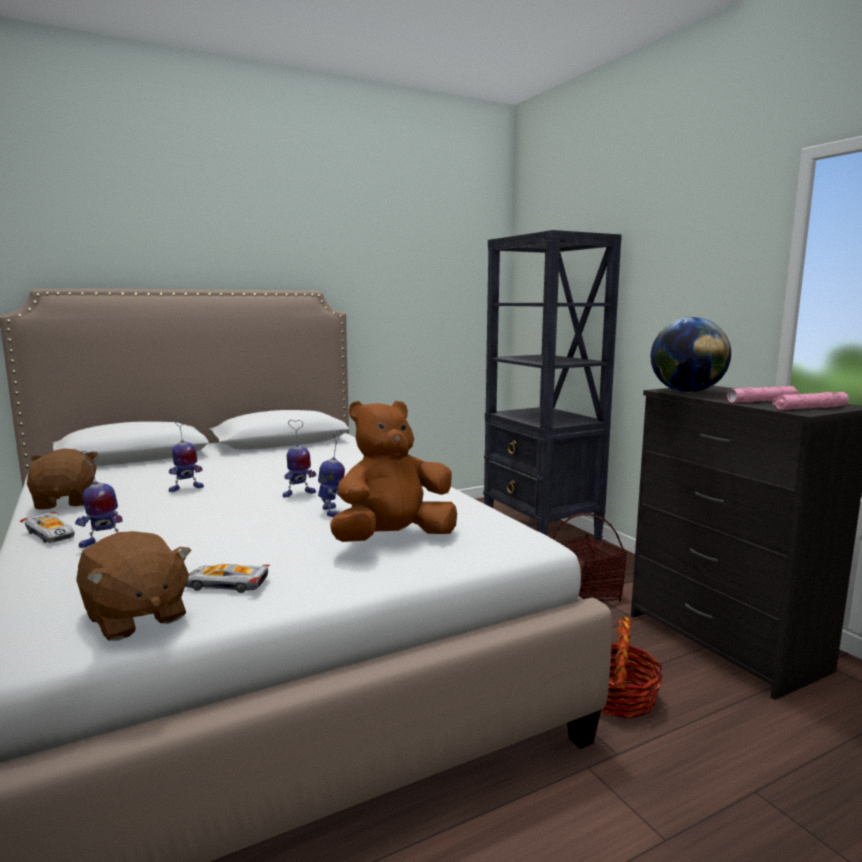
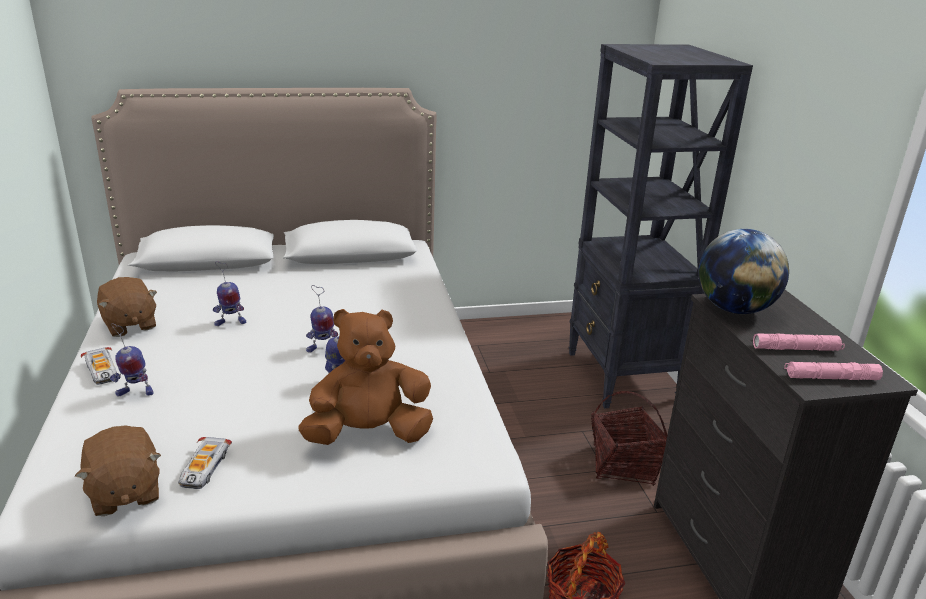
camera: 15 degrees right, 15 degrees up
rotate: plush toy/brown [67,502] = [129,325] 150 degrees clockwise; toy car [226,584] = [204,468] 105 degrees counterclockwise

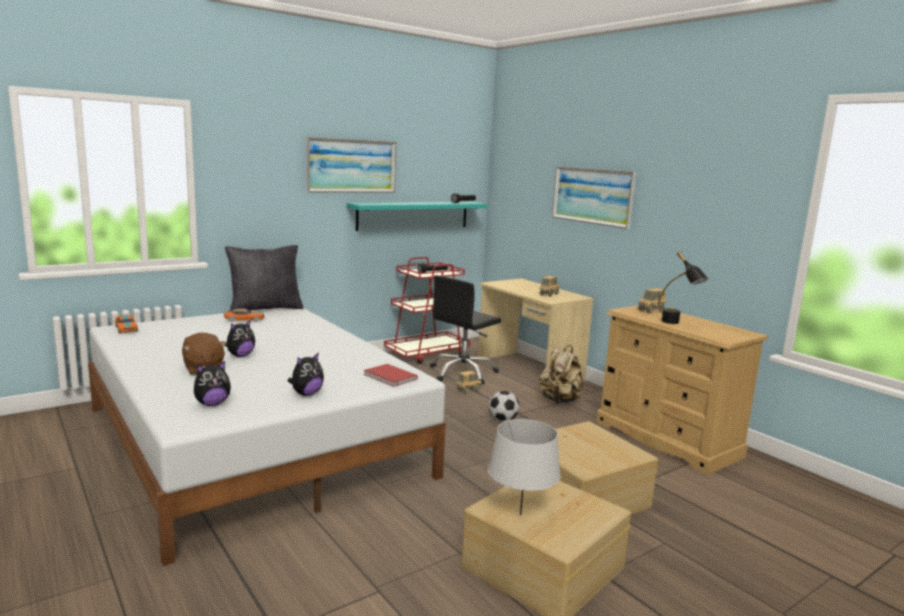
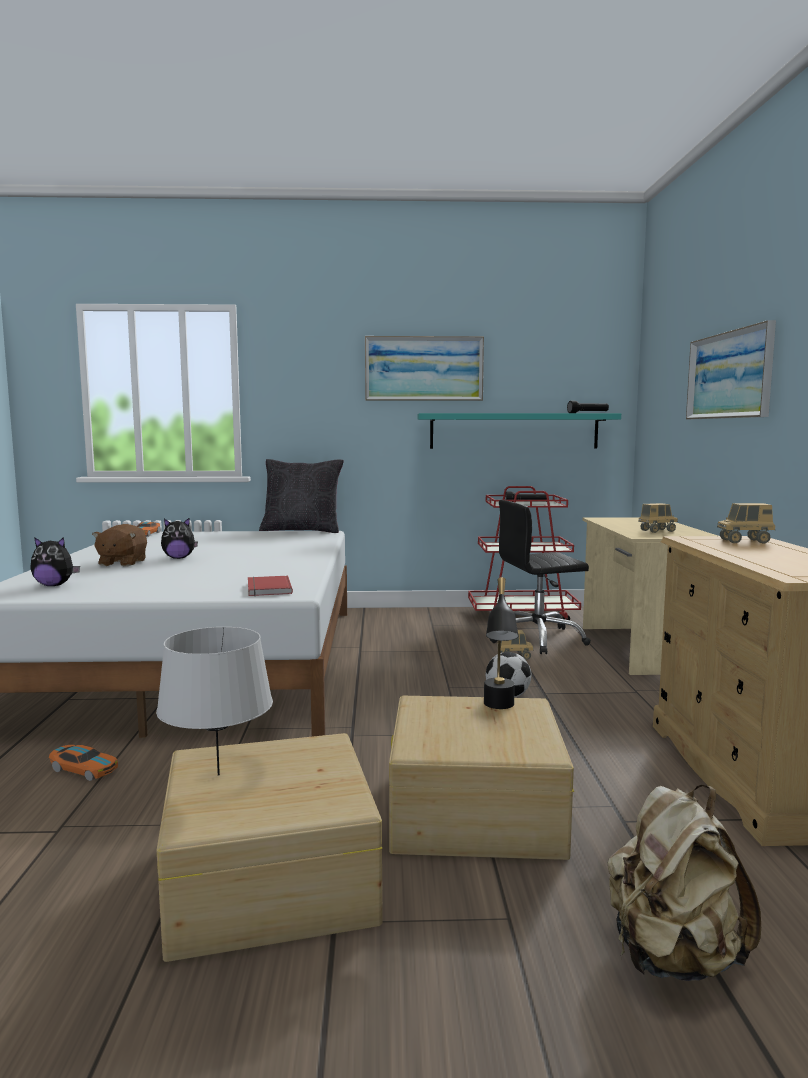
camera: 35 degrees right, 5 degrees down
delete: plush toy [306,394]
move: toy car [244,319] to [84,769]; backpack/beige [559,401] to [672,957]; table lamp/black [676,323] to [499,709]

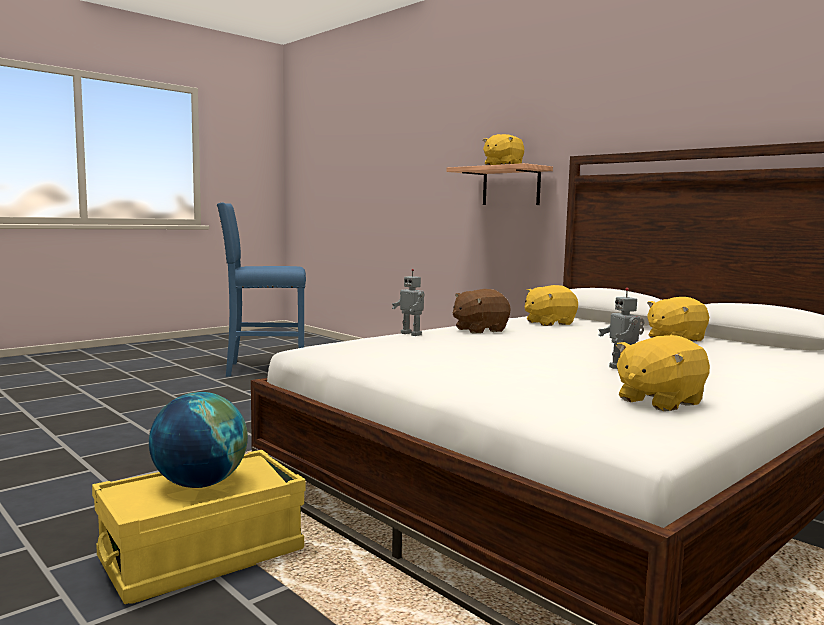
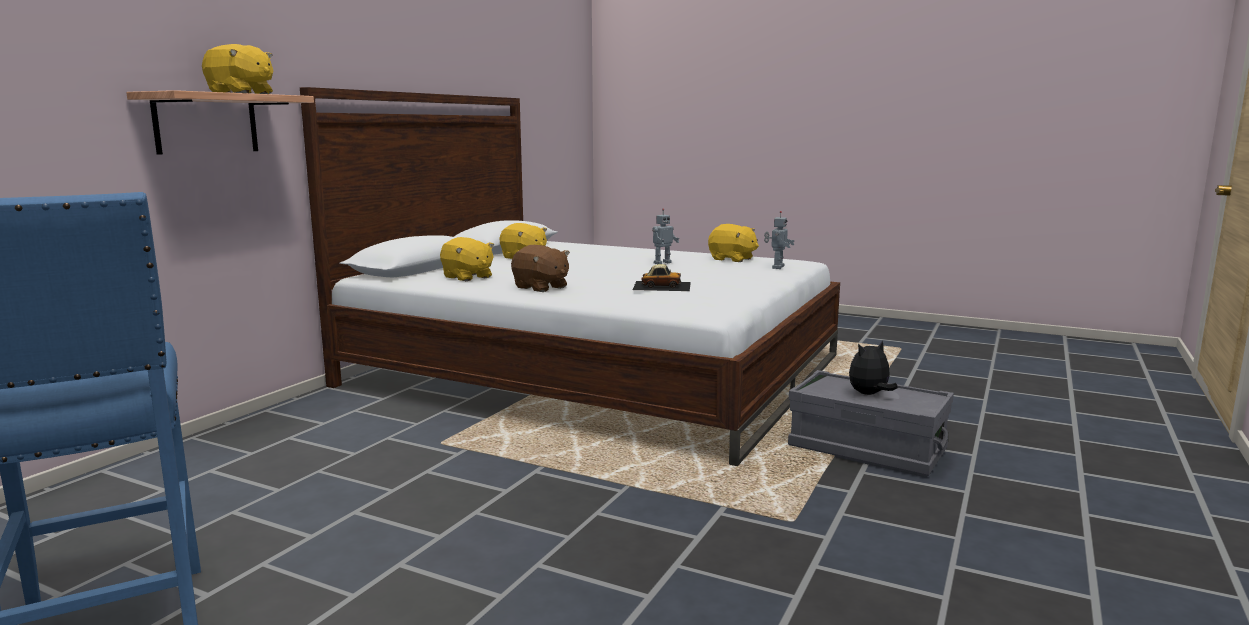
camera: 110 degrees left, 5 degrees up
insert: toy car [661,285]
move: toy robot [412,334] to [777,267]
replace: globe [200,484] to plush toy [869,394]
recolor: storage box/yellow [202,556] to storage box/grey [866,449]

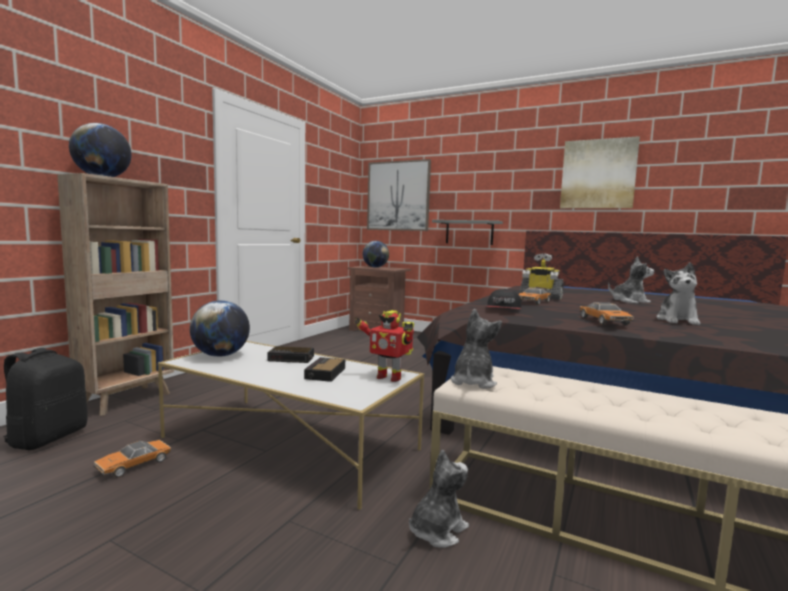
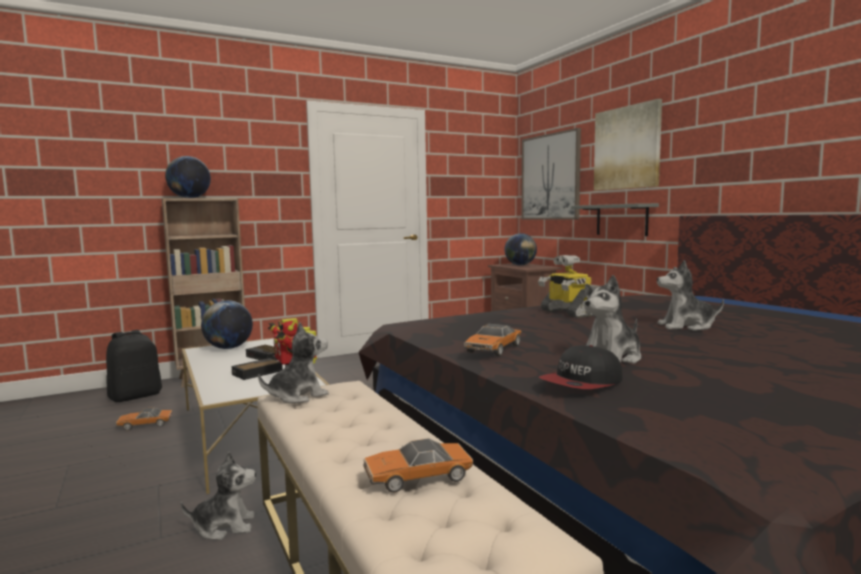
camera: 35 degrees right, 0 degrees up
move: cap [503,309] to [582,383]; toy car [533,302] to [417,476]; picture [598,174] to [627,148]
rotate: plush toy [629,301] = [686,326] 150 degrees clockwise

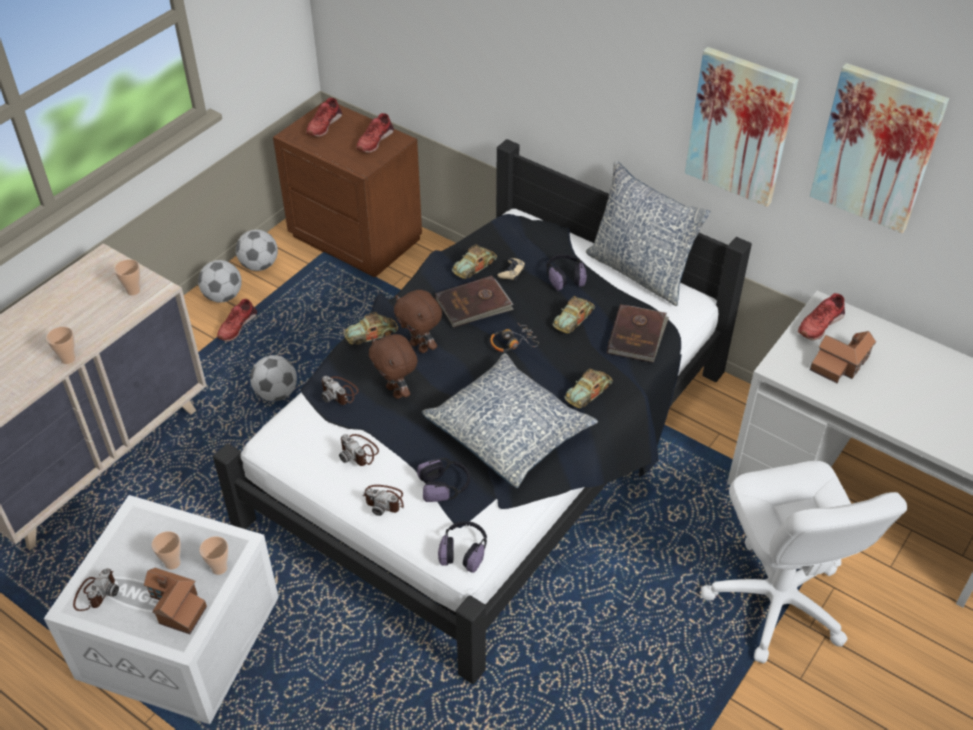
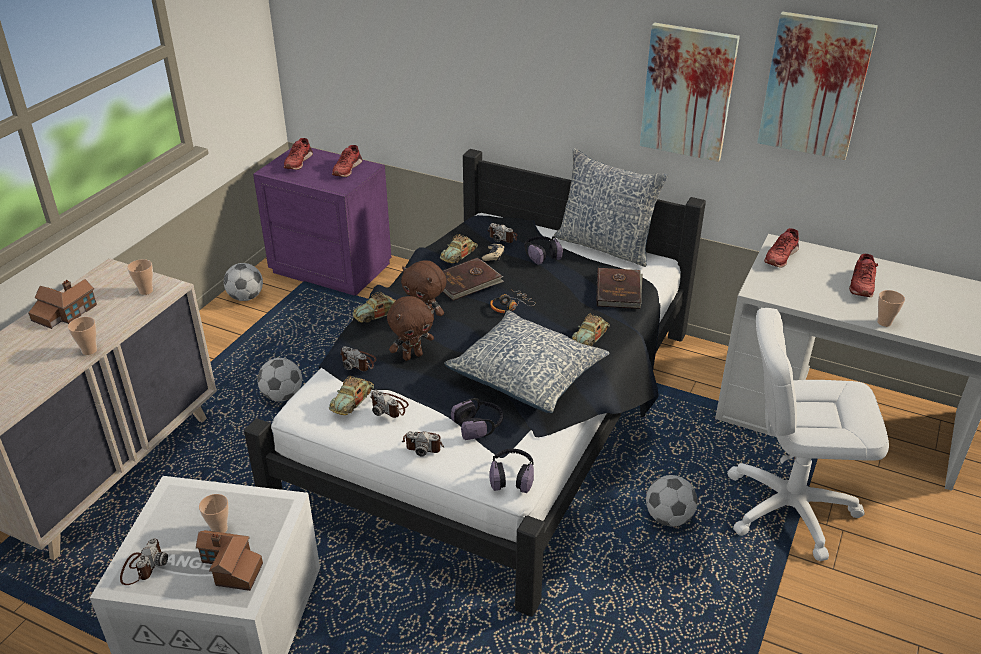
camera: 10 degrees left, 10 degrees down
insert: photo camera [503,237]
move: football [223,296] to [668,517]; cup [219,568] to [884,322]; shoe/red [237,326] to [861,284]; toy car [573,318] to [352,400]; toy house [840,363] to [64,313]
recolor: nightstand/brown [357,237] to nightstand/purple [332,268]
rotate: plush toy/brown [396,391] = [412,356] 75 degrees counterclockwise; office chair/white [776,601] = [789,508] 120 degrees clockwise

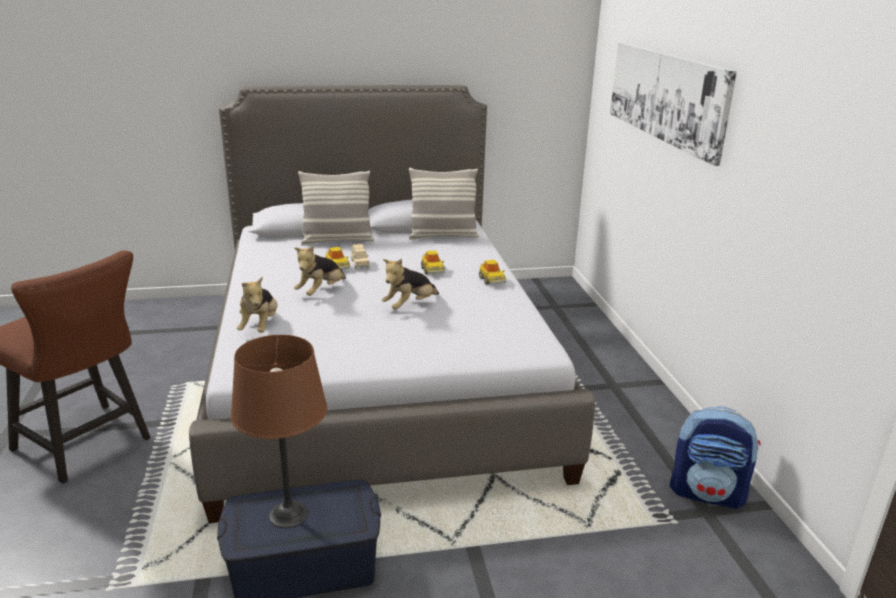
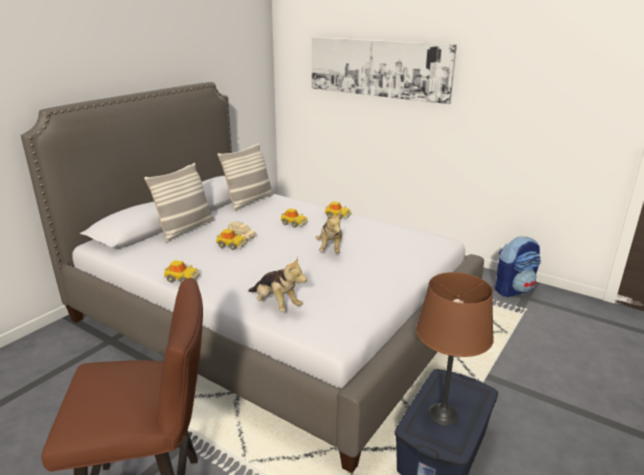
camera: 45 degrees left, 0 degrees up
delete: plush toy [321,291]
insert: toy car [182,279]

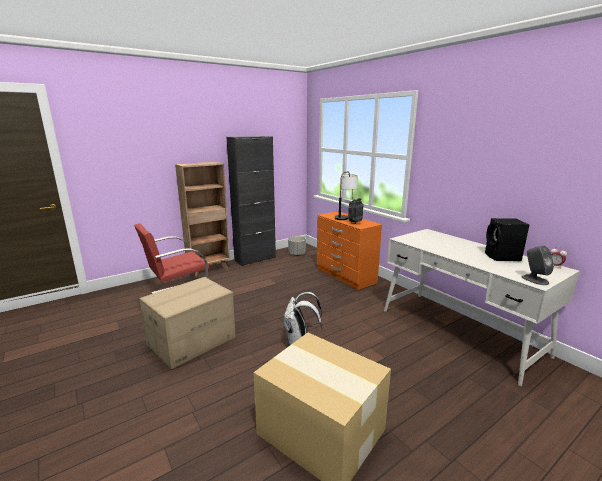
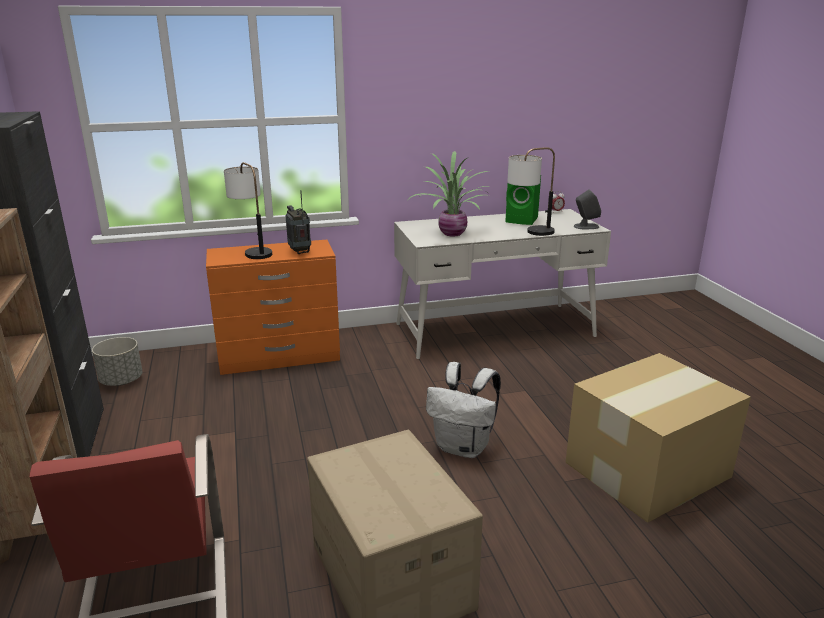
camera: 70 degrees left, 5 degrees up
insert: potted plant [452,233]; table lamp [528,233]
recolor: speaker/black [502,257] to speaker/green [523,220]

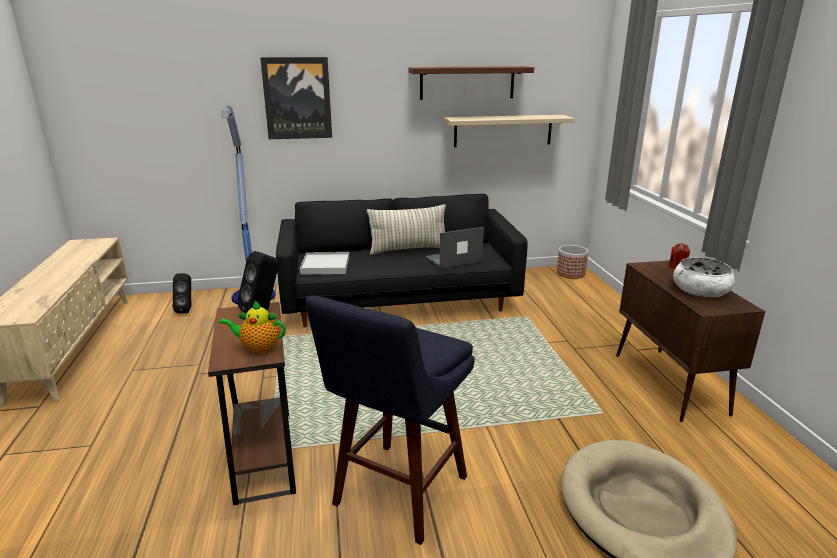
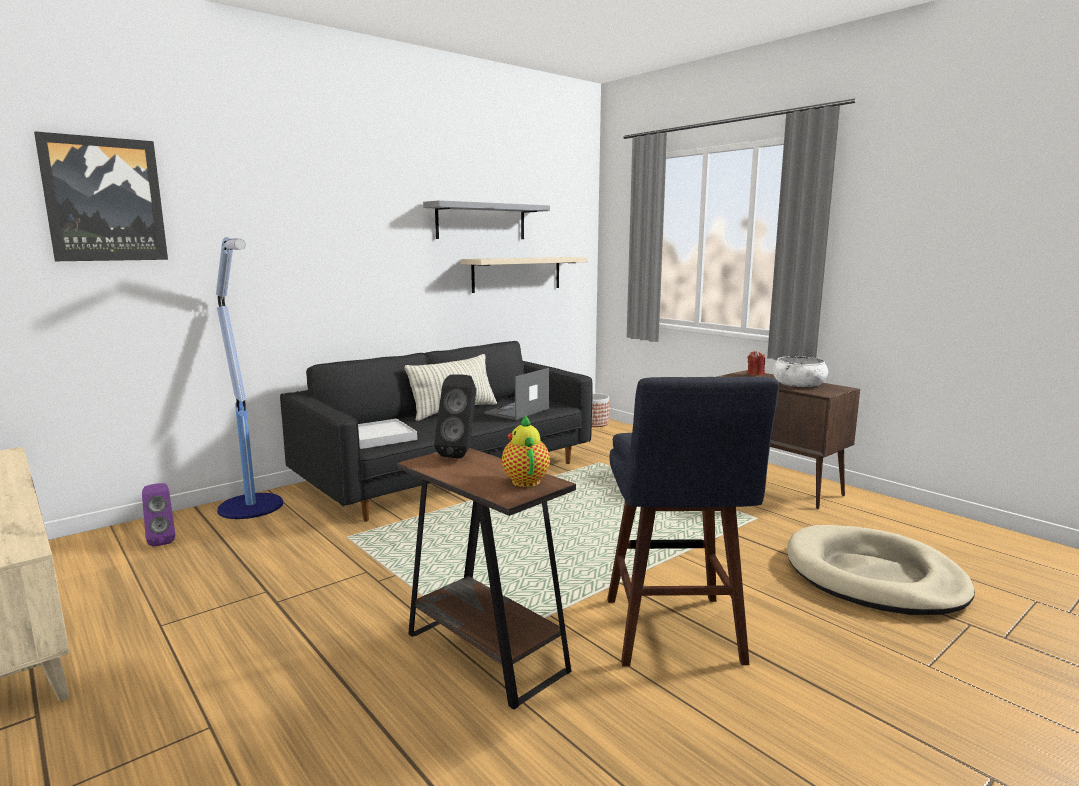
camera: 30 degrees left, 10 degrees down
move: picture [297,98] to [104,200]
recolor: speaker/black [187,310] to speaker/purple [162,541]; shelf/brown [467,83] to shelf/grey [481,221]
rotate: teapot [258,348] = [525,480] 105 degrees clockwise

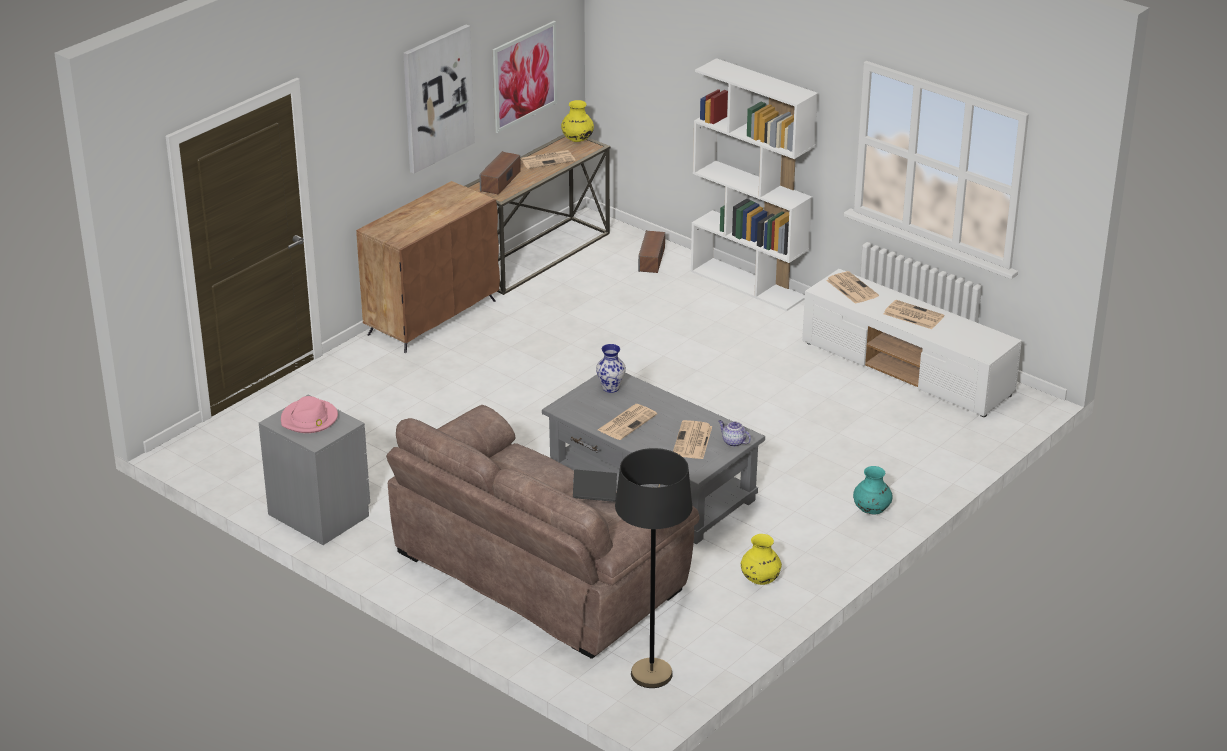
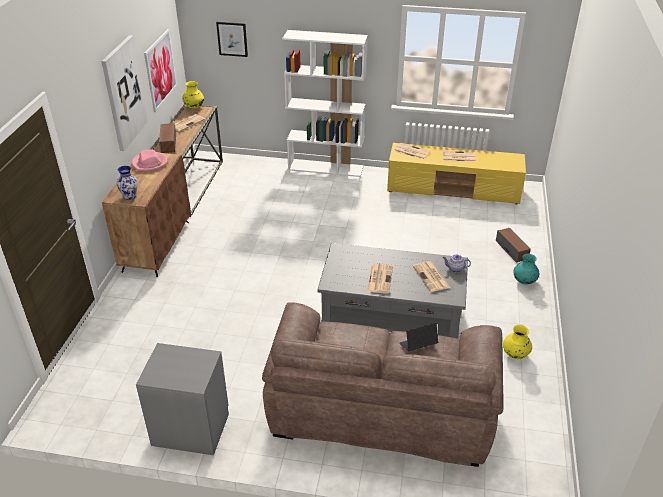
camera: 30 degrees left, 5 degrees up
delete: floor lamp/black [651,674]
insert: picture [232,39]
move: hat/pink [309,419] to [150,163]; vase [611,388] to [130,196]; speaker [652,259] to [512,250]
recolor: tv stand/white [908,369] to tv stand/yellow [454,189]

